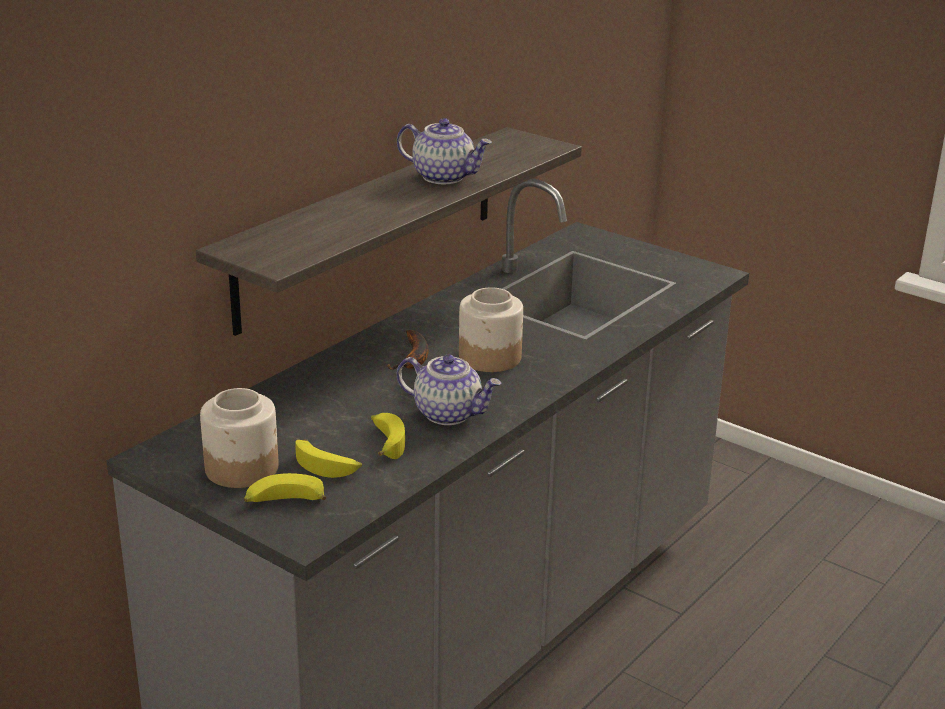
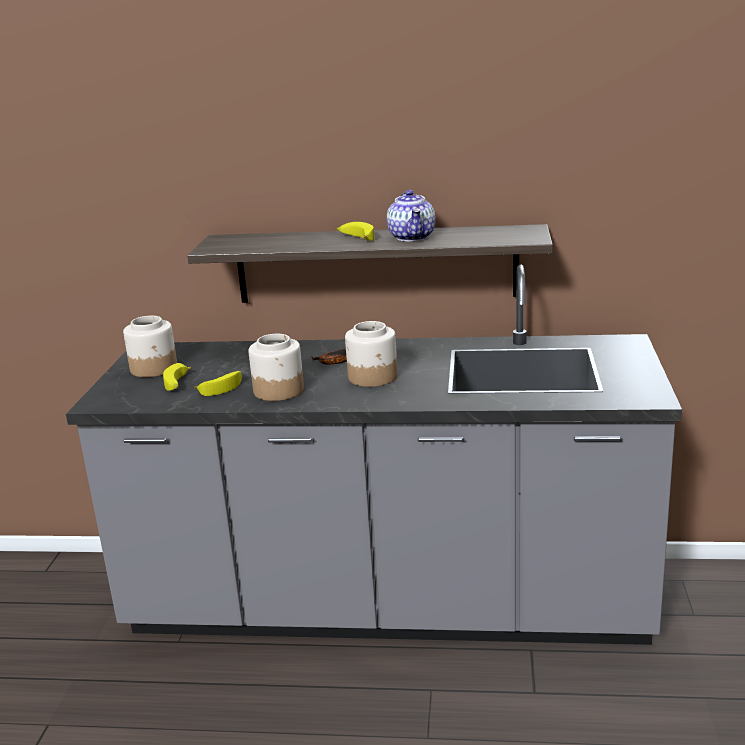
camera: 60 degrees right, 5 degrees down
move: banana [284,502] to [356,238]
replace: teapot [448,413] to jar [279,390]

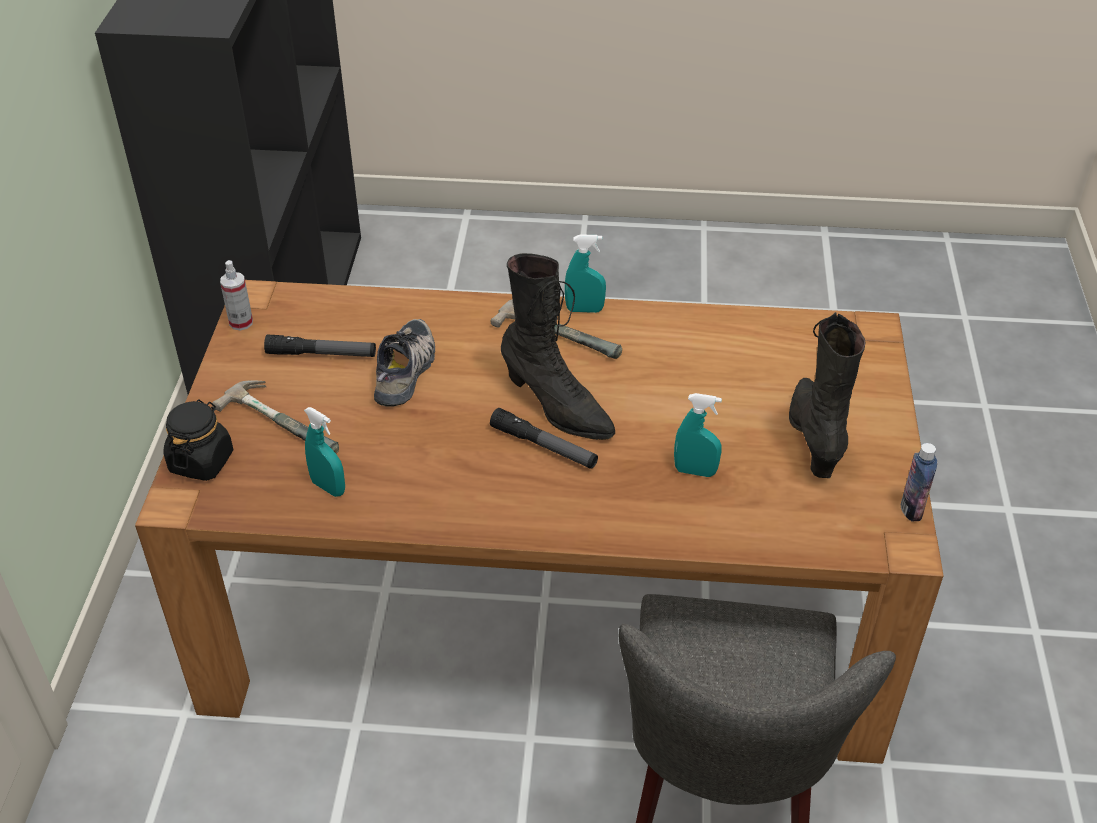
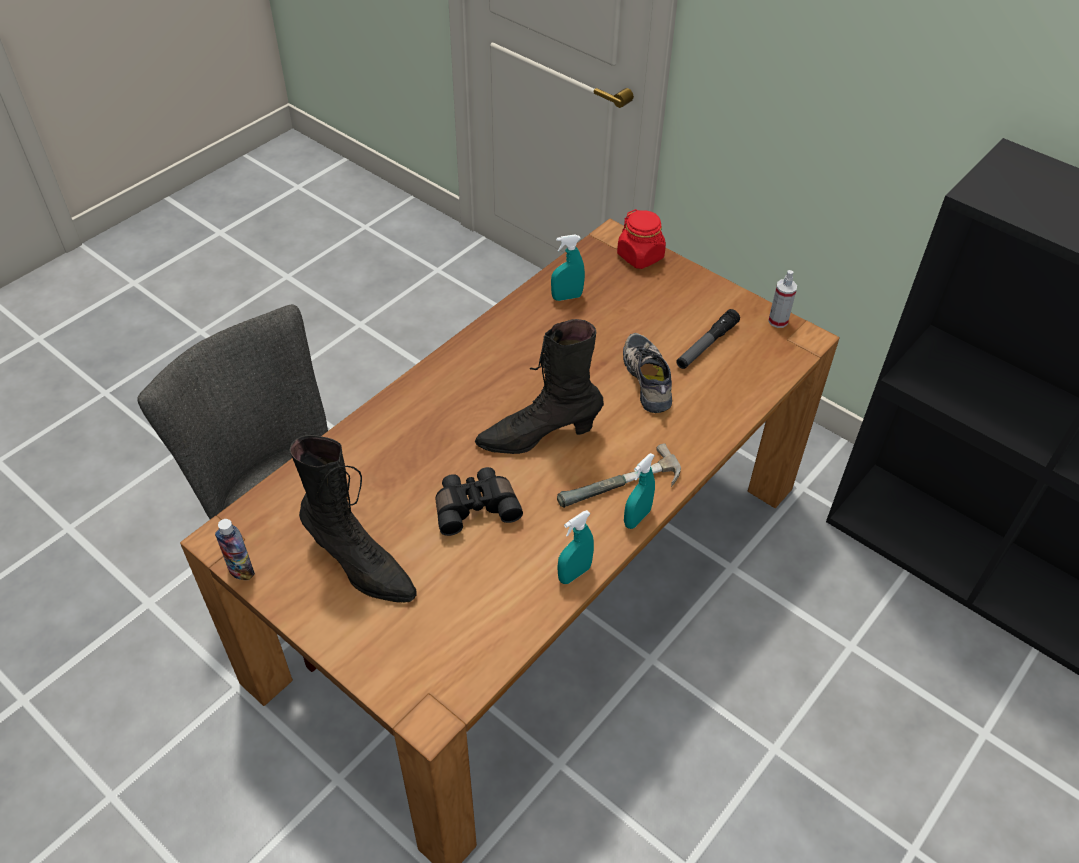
camera: 125 degrees right, 5 degrees up
delete: hammer [286,419]; flashlight [544,446]
insert: binoculars/black [475,507]
move: spray bottle/turquoise [695,471] to [574,574]
recolor: jar/black [201,461] to jar/red [640,256]
rotate: shoe [407,371] = [649,378] 150 degrees counterclockwise

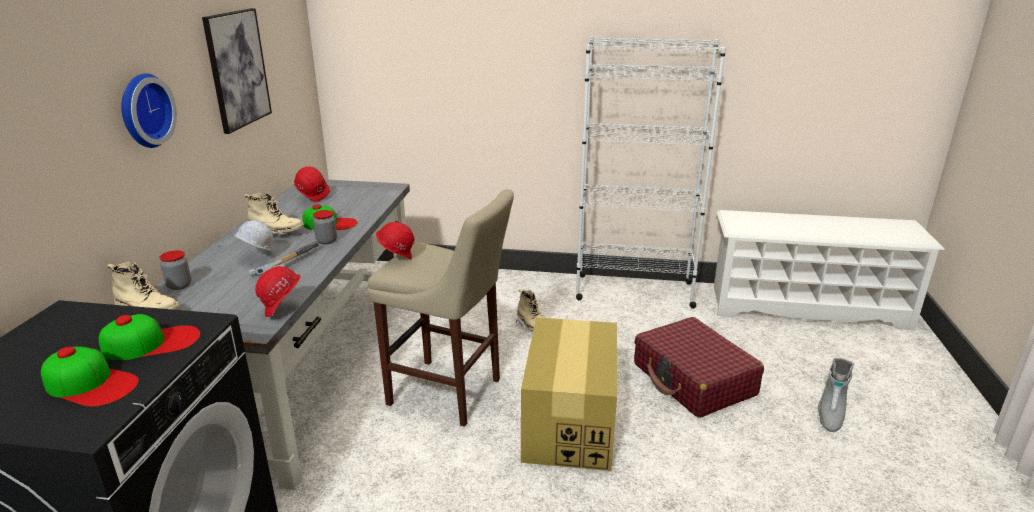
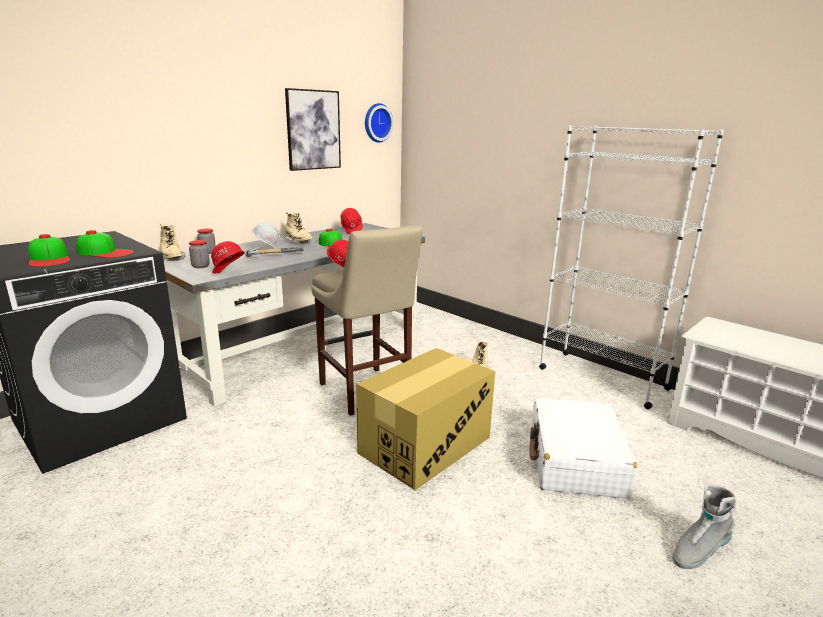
camera: 35 degrees right, 5 degrees down
move: wall clock [143,110] to [376,123]; jar [326,241] to [200,266]
recolor: suitcase/red [693,380] to suitcase/white [575,460]

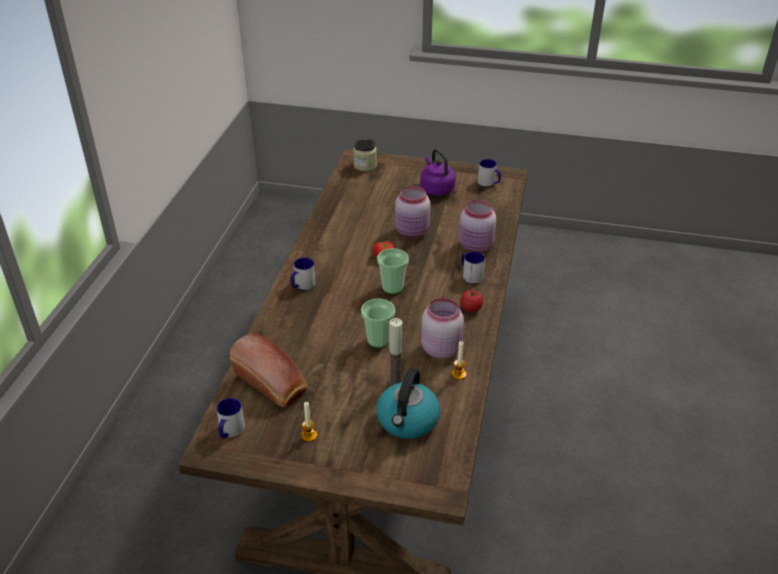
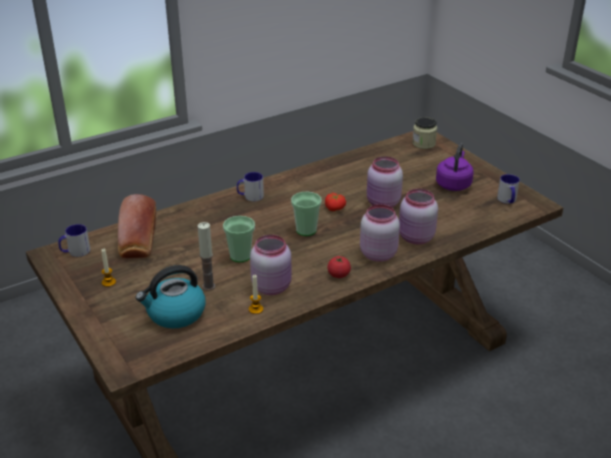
camera: 45 degrees right, 5 degrees down
replace: mug [470,275] to jar/pink [377,253]

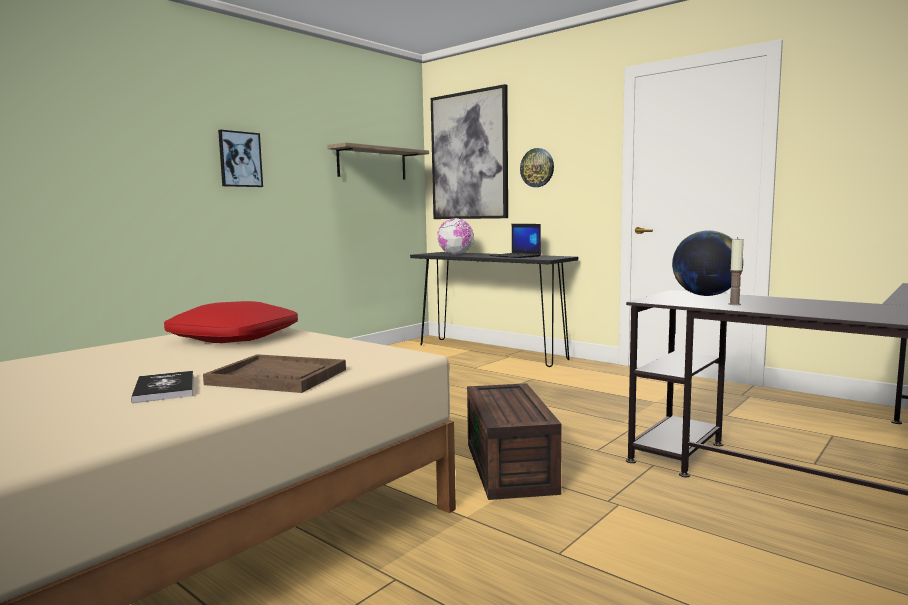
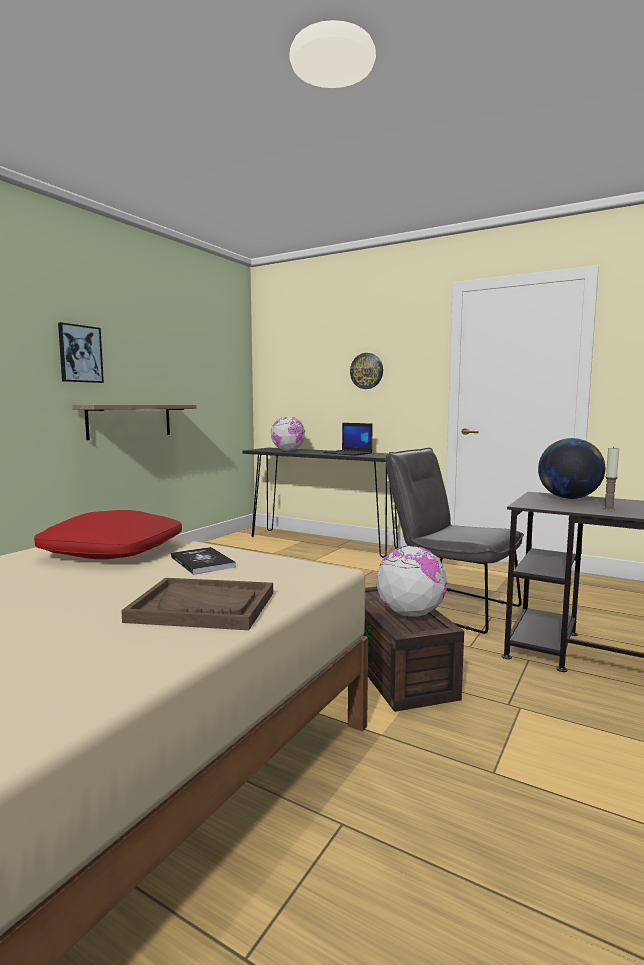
camera: 10 degrees left, 0 degrees up
delete: picture [469,156]
insert: globe [410,614]; chair/grey [449,606]
move: book [164,388] to [202,562]; shelf [372,163] to [130,421]

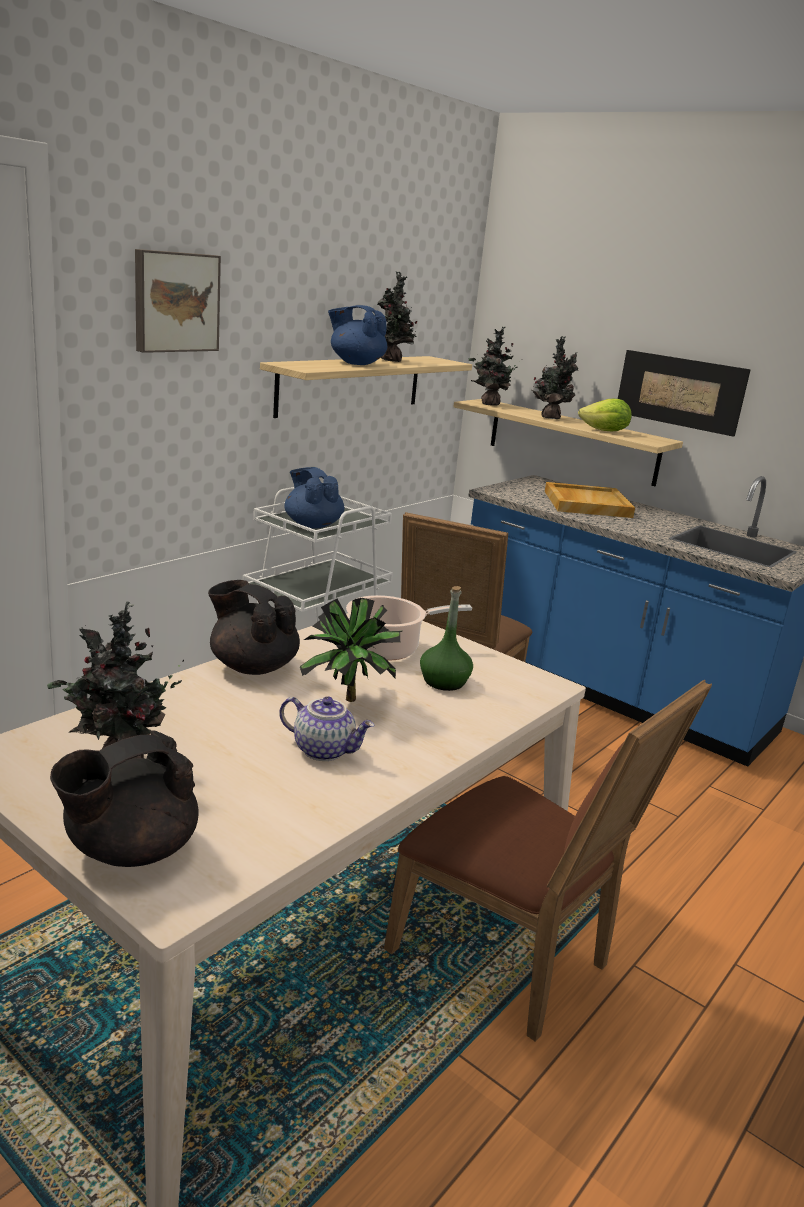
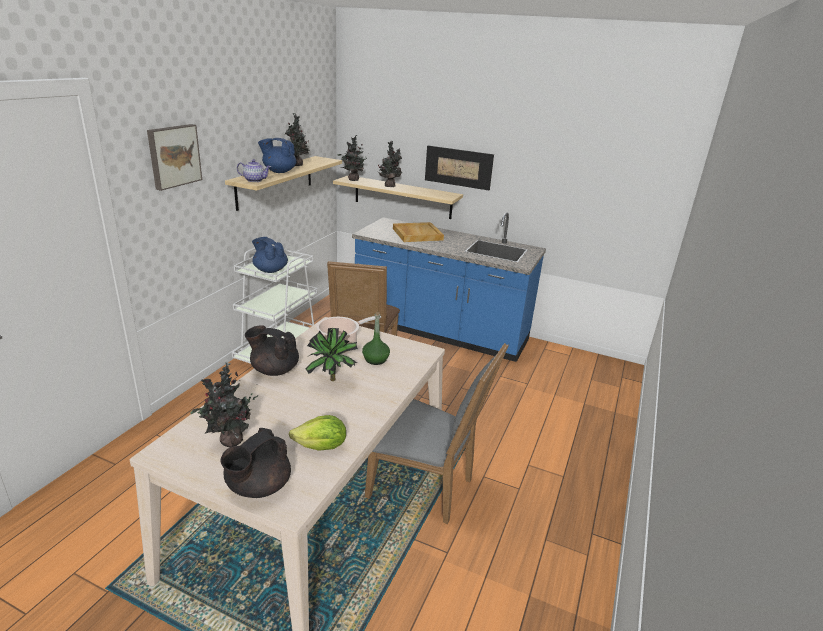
camera: 15 degrees left, 5 degrees up
move: teapot [324,750] to [255,180]; lettuce [605,431] to [321,447]
recolor: chair/brown [511,960] to chair/grey [427,488]

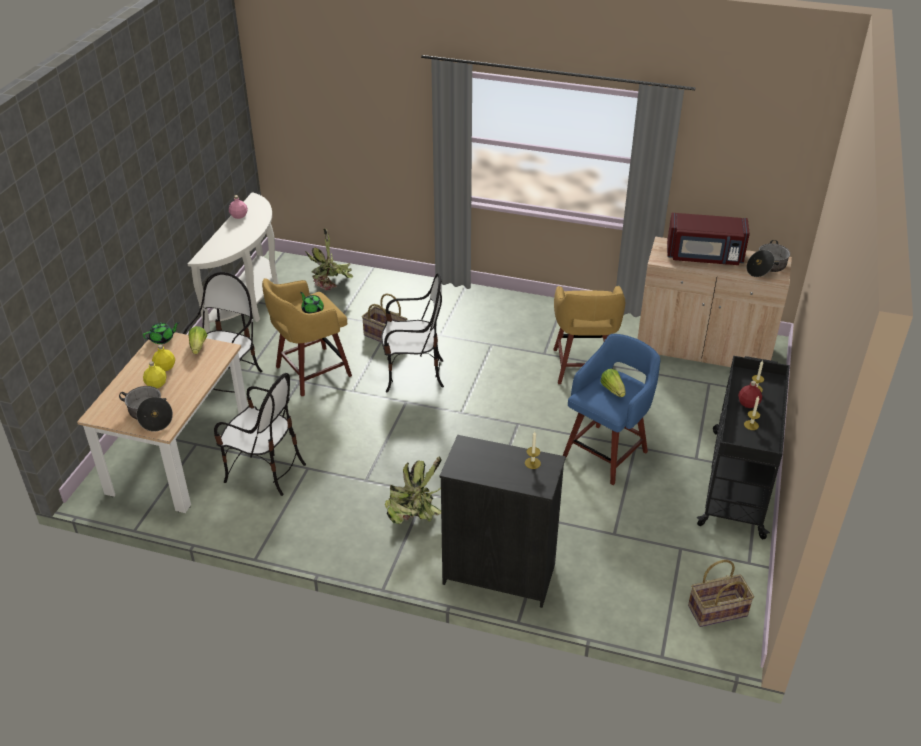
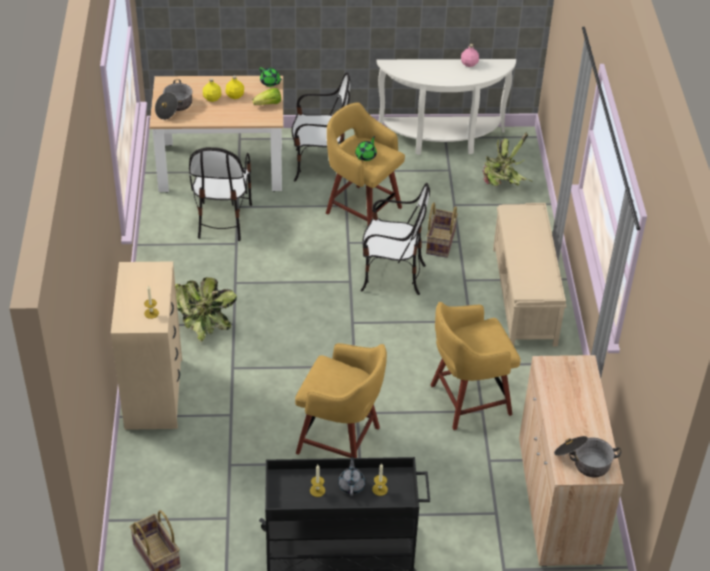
camera: 70 degrees right, 5 degrees up
delete: lettuce [613,390]; microwave/red [704,256]
insert: bench/beige [524,296]
replace: bottle/red [748,404] to teapot/grey [351,485]
recolor: dresser/black [499,573] to dresser/beige [154,393]; stool/blue [607,453] to stool/yellow [341,441]
rotate: chair [413,374] = [392,276] 60 degrees counterclockwise

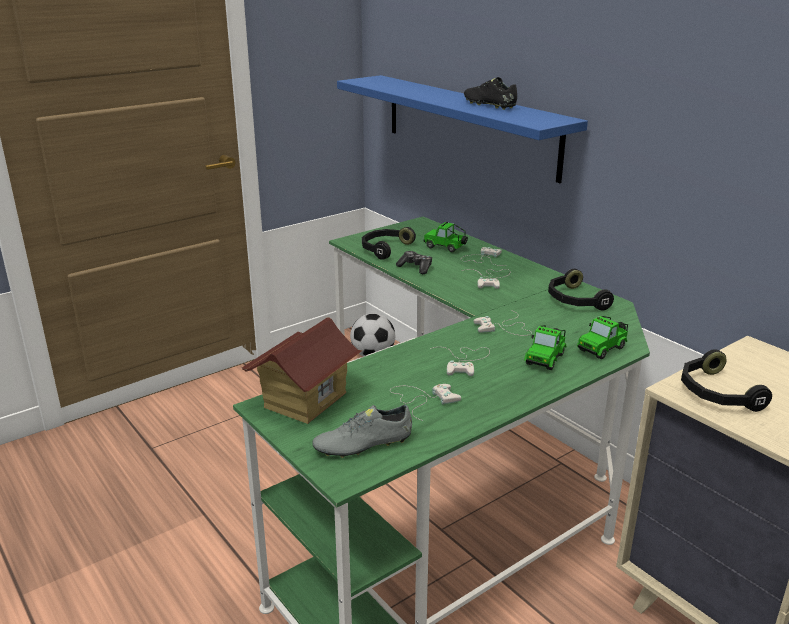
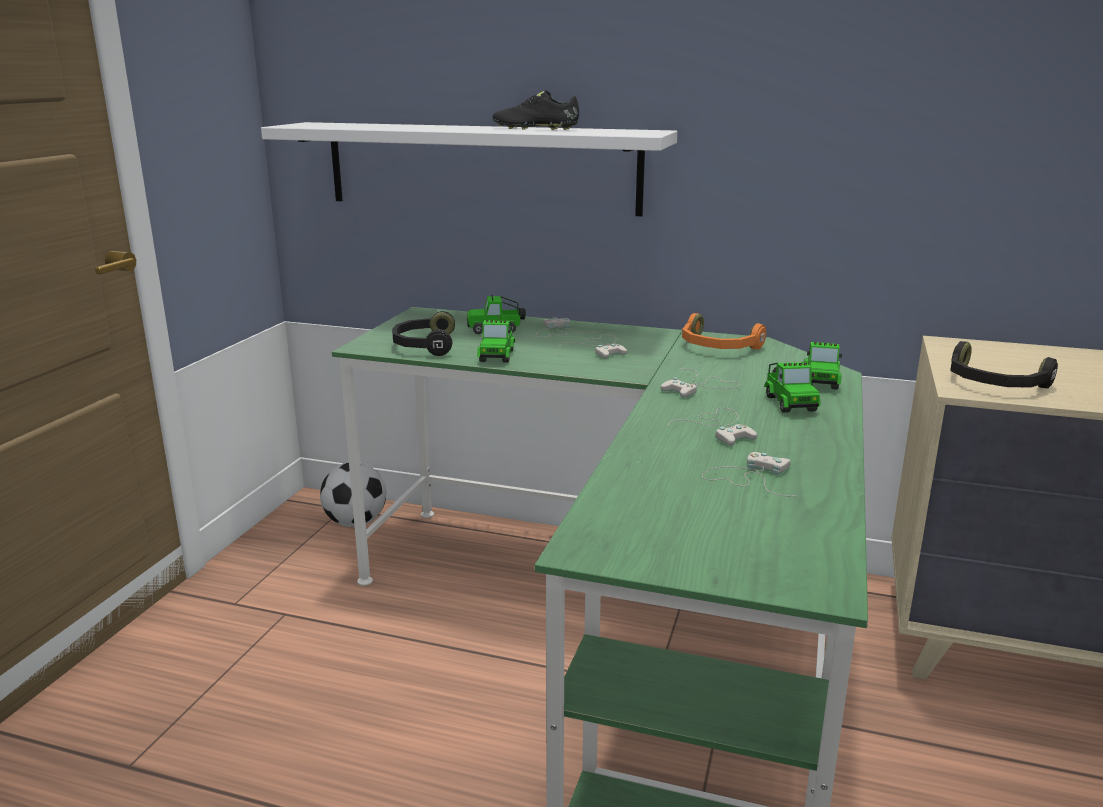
camera: 35 degrees left, 5 degrees down
delete: toy house [305,400]; shoe/grey [363,445]
replace: game controller [415,267] to toy car [497,355]
recolor: shelf/blue [469,125] to shelf/white [480,167]; headphones/black [574,300] to headphones/orange [717,347]

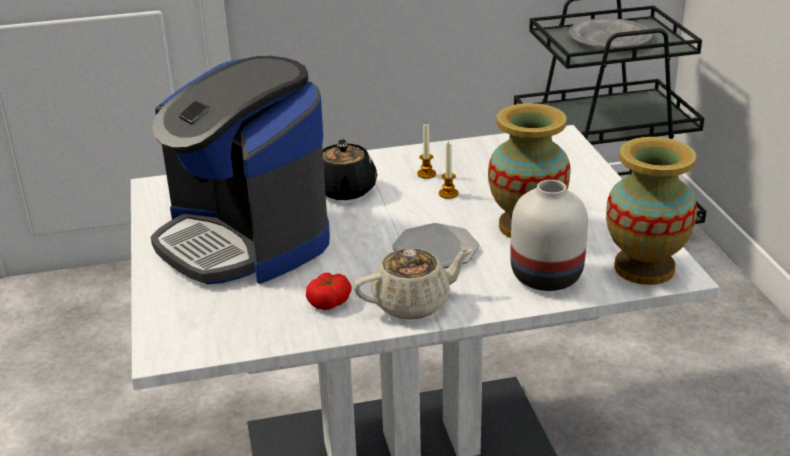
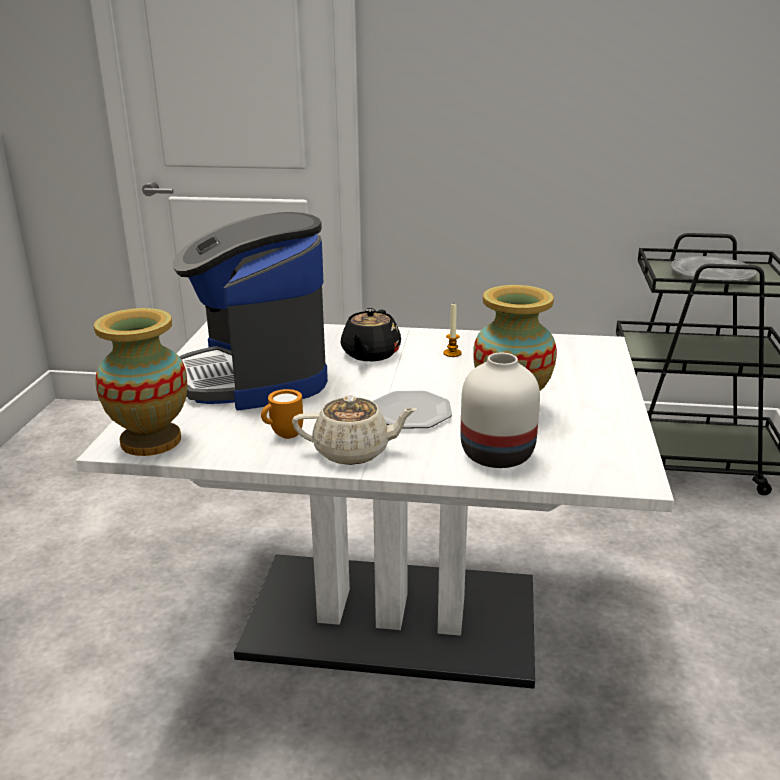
camera: 20 degrees right, 5 degrees down
delete: candle [448,194]
move: vase [643,268] to [150,441]
replace: tomato [329,302] to mug/orange [283,435]

